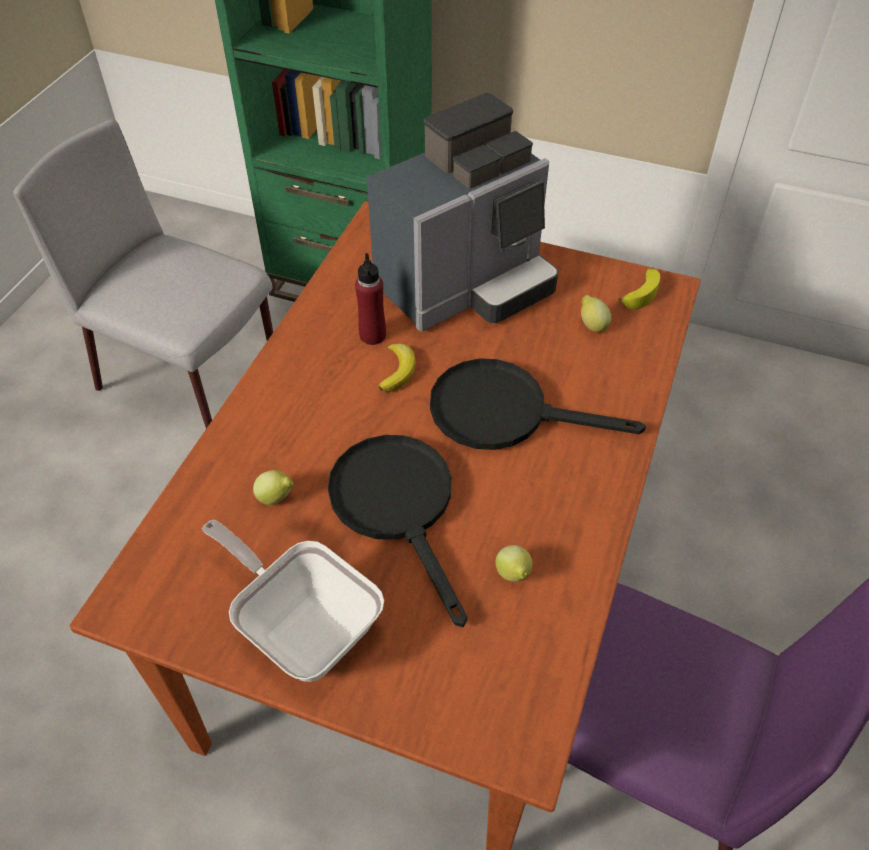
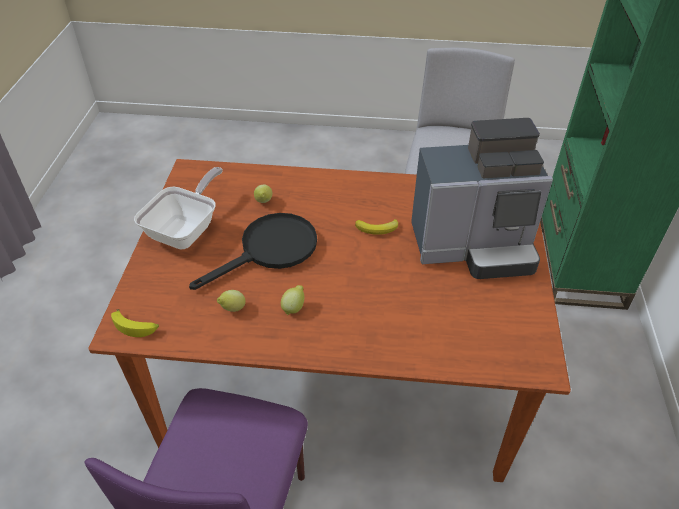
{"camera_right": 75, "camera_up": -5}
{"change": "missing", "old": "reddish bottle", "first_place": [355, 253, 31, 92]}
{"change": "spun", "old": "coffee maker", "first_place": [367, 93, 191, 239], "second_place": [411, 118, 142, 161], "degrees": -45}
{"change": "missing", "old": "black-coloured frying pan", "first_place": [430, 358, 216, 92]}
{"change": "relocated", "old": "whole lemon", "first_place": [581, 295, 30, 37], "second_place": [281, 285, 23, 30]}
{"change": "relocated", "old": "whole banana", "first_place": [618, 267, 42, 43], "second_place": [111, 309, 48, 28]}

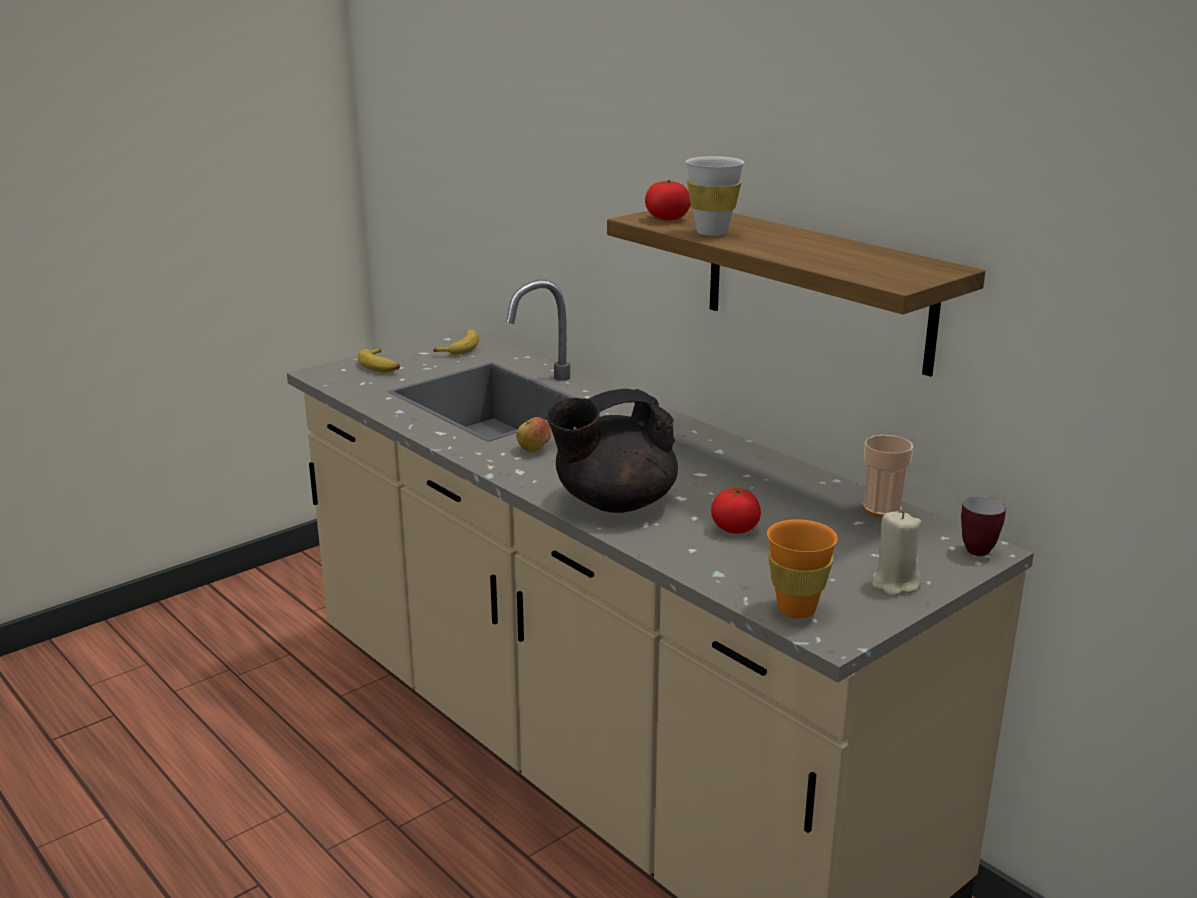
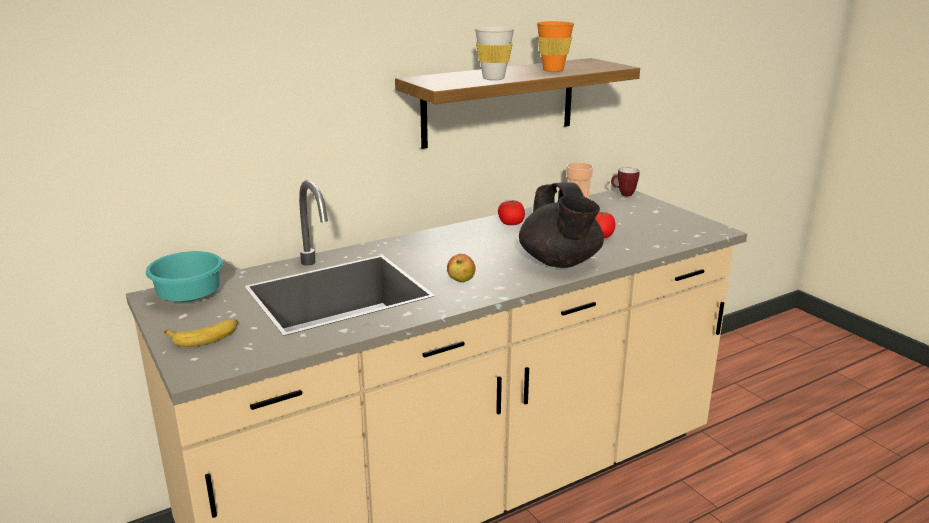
{"camera_right": -80, "camera_up": 0}
{"change": "exchanged", "old": "whole banana", "new": "turquoise-coloured deep dish", "first_place": [433, 330, 46, 25], "second_place": [146, 251, 77, 51]}
{"change": "relocated", "old": "whole tomato", "first_place": [645, 180, 46, 41], "second_place": [498, 200, 27, 25]}
{"change": "relocated", "old": "orangey small cup", "first_place": [767, 519, 71, 100], "second_place": [537, 21, 37, 51]}
{"change": "missing", "old": "beige-coloured candle", "first_place": [872, 512, 50, 84]}

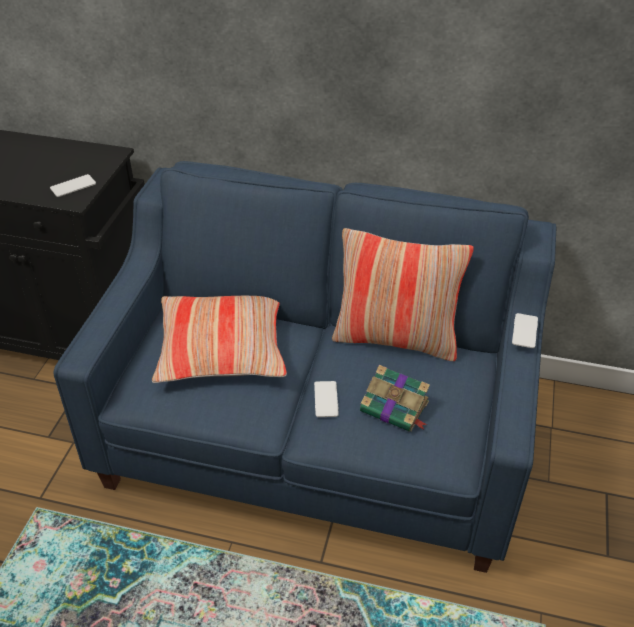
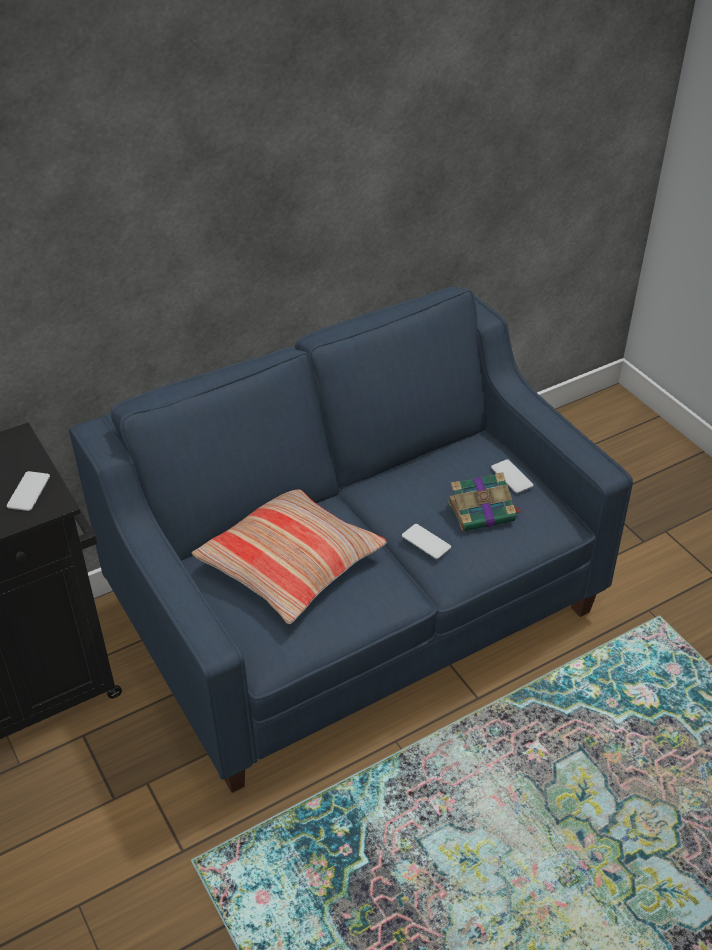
{"camera_right": -45, "camera_up": 0}
{"change": "missing", "old": "cushion", "first_place": [332, 228, 142, 133]}
{"change": "relocated", "old": "telephone", "first_place": [512, 313, 26, 35], "second_place": [491, 459, 43, 34]}

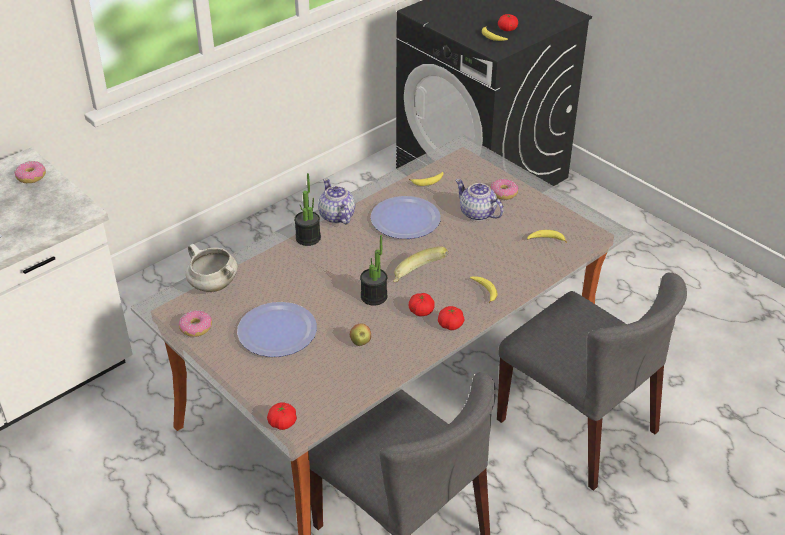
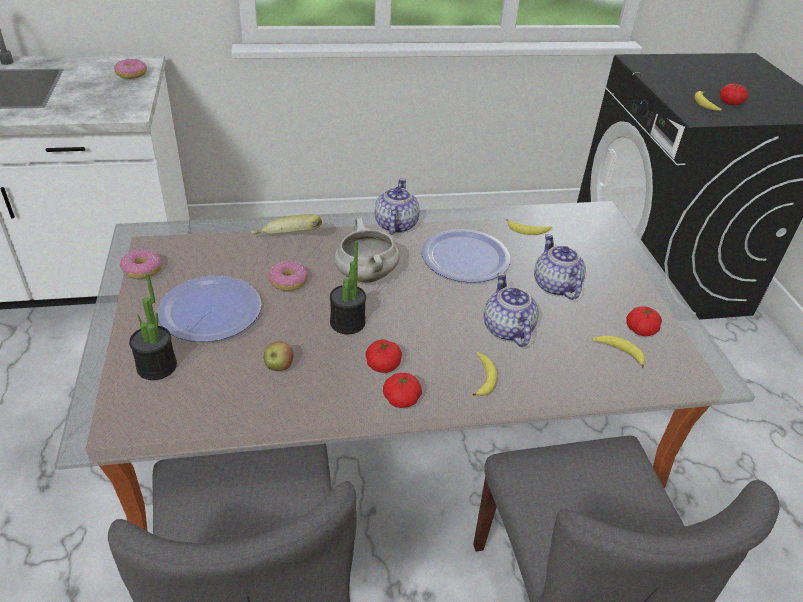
{"camera_right": 30, "camera_up": 0}
{"change": "relocated", "old": "white-coloured stockpot", "first_place": [186, 244, 52, 48], "second_place": [334, 218, 66, 65]}
{"change": "relocated", "old": "whole tomato", "first_place": [267, 402, 30, 28], "second_place": [626, 306, 36, 30]}
{"change": "relocated", "old": "houseplant", "first_place": [294, 173, 27, 73], "second_place": [129, 273, 48, 107]}
{"change": "relocated", "old": "whole banana", "first_place": [393, 246, 55, 36], "second_place": [251, 214, 71, 21]}
{"change": "relocated", "old": "ring doughnut", "first_place": [490, 179, 29, 21], "second_place": [269, 260, 39, 31]}
{"change": "appeared", "new": "teapot", "second_place": [484, 273, 55, 74]}

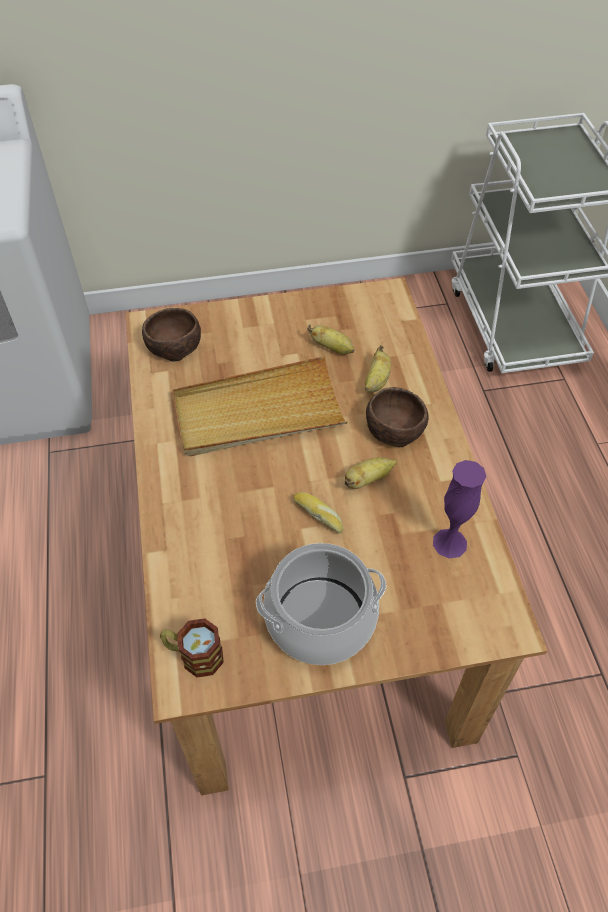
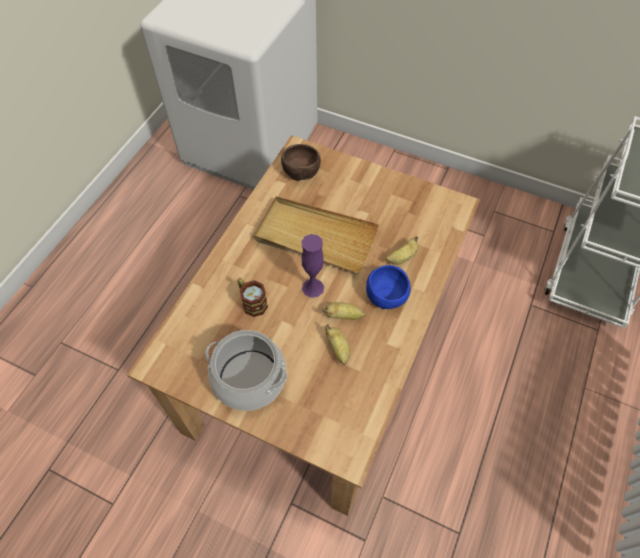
{"camera_right": 35, "camera_up": 5}
{"change": "relocated", "old": "tea mug", "first_place": [160, 618, 64, 60], "second_place": [237, 278, 31, 39]}
{"change": "missing", "old": "bread", "first_place": [294, 492, 49, 42]}
{"change": "relocated", "old": "whole banana", "first_place": [308, 325, 47, 30], "second_place": [325, 324, 25, 42]}
{"change": "colour", "old": "brown-coloured deep dish", "new": "blue-coloured deep dish", "first_place": [366, 387, 62, 60], "second_place": [366, 265, 45, 44]}
{"change": "relocated", "old": "purple-coloured vase", "first_place": [433, 460, 53, 98], "second_place": [301, 234, 23, 64]}

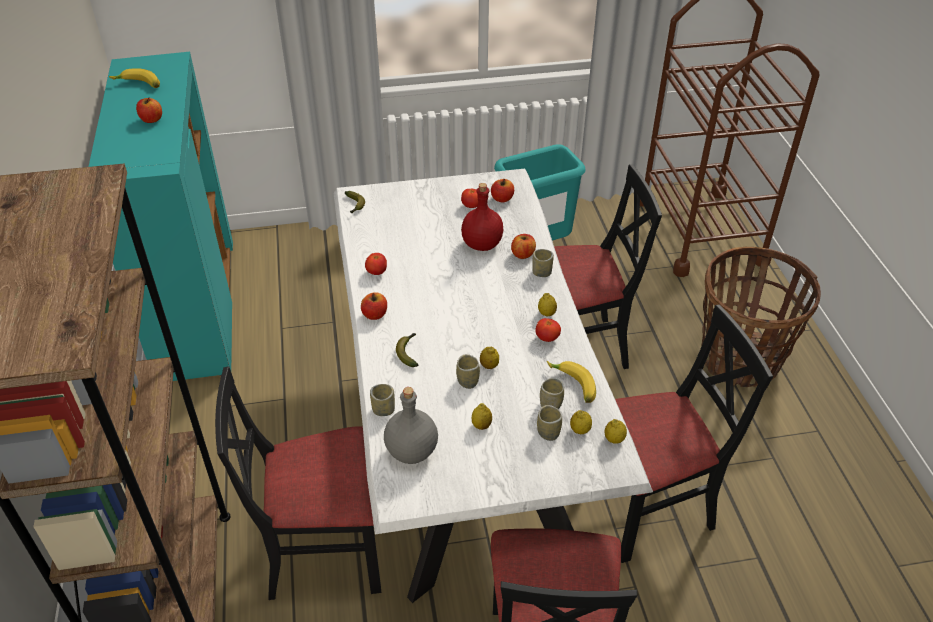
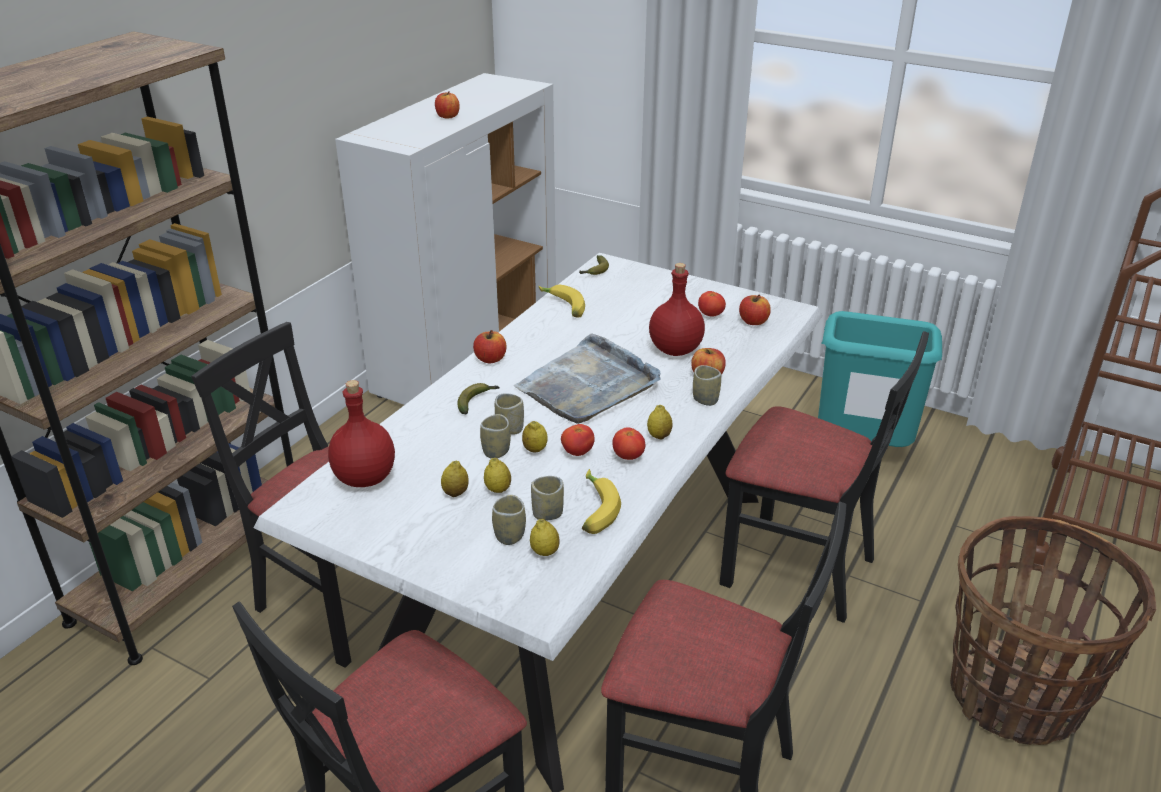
{"camera_right": 40, "camera_up": -10}
{"change": "colour", "old": "turquoise-coloured storage cabinet", "new": "white-coloured storage cabinet", "first_place": [89, 52, 144, 329], "second_place": [335, 73, 221, 332]}
{"change": "relocated", "old": "whole banana", "first_place": [109, 68, 51, 20], "second_place": [539, 285, 46, 32]}
{"change": "relocated", "old": "whole tomato", "first_place": [365, 253, 22, 22], "second_place": [561, 424, 34, 32]}
{"change": "relocated", "old": "small cup", "first_place": [370, 384, 25, 32], "second_place": [495, 393, 29, 42]}
{"change": "colour", "old": "grey bottle", "new": "reddish bottle", "first_place": [384, 387, 54, 77], "second_place": [328, 380, 67, 107]}
{"change": "relocated", "old": "whole lemon", "first_place": [605, 419, 22, 25], "second_place": [484, 458, 27, 35]}
{"change": "appeared", "new": "grey tray", "second_place": [514, 333, 147, 91]}

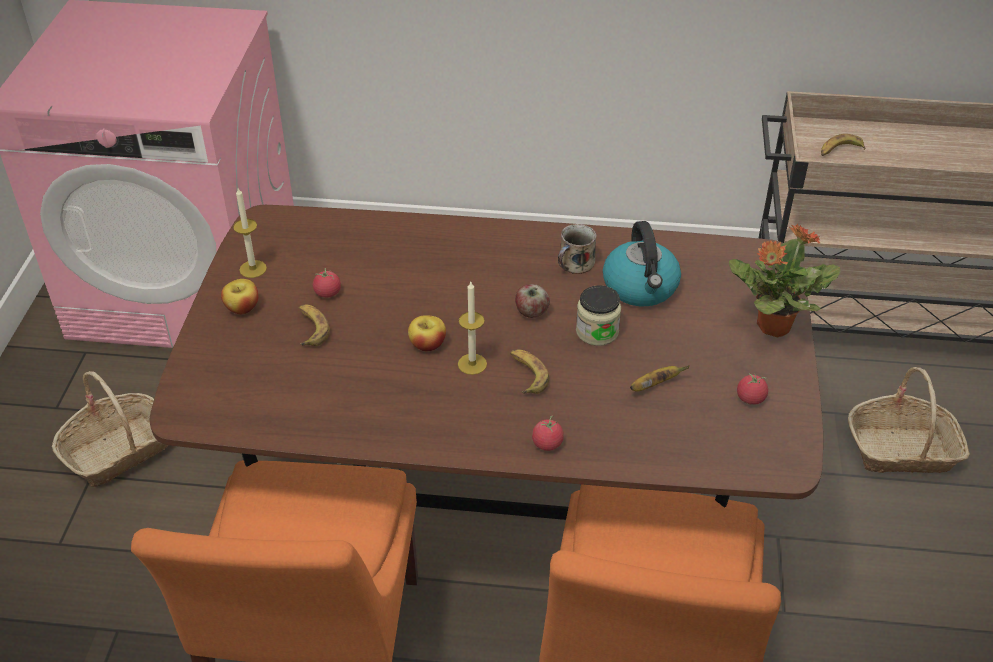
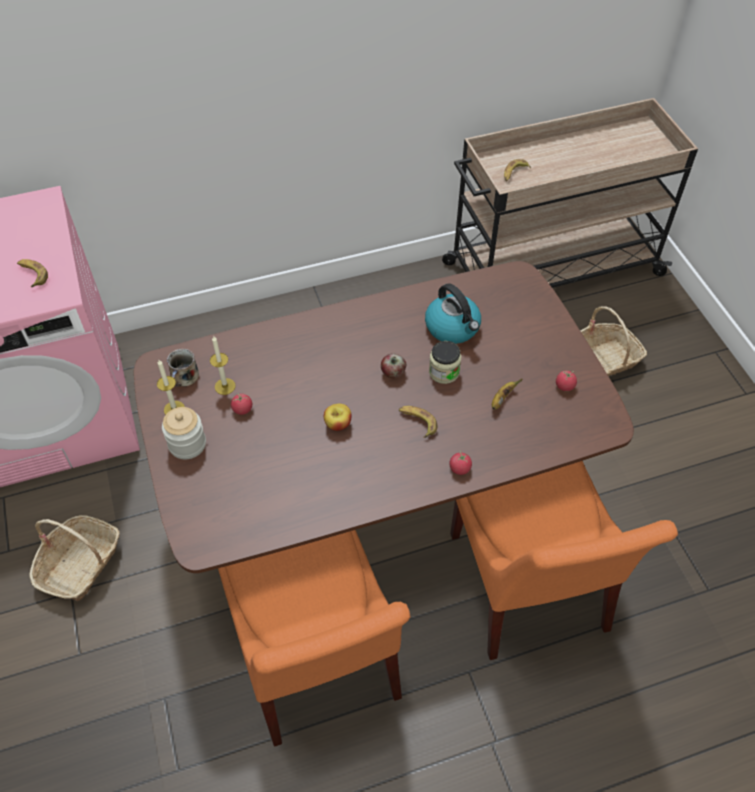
{"camera_right": -25, "camera_up": 10}
{"change": "exchanged", "old": "apple", "new": "preserve jar", "first_place": [221, 279, 37, 35], "second_place": [162, 407, 44, 52]}
{"change": "relocated", "old": "whole banana", "first_place": [299, 304, 31, 42], "second_place": [17, 259, 31, 28]}
{"change": "relocated", "old": "candle", "first_place": [458, 282, 29, 93], "second_place": [210, 336, 26, 59]}
{"change": "relocated", "old": "tea mug", "first_place": [558, 224, 39, 50], "second_place": [167, 349, 32, 38]}
{"change": "missing", "old": "houseplant", "first_place": [729, 223, 112, 114]}

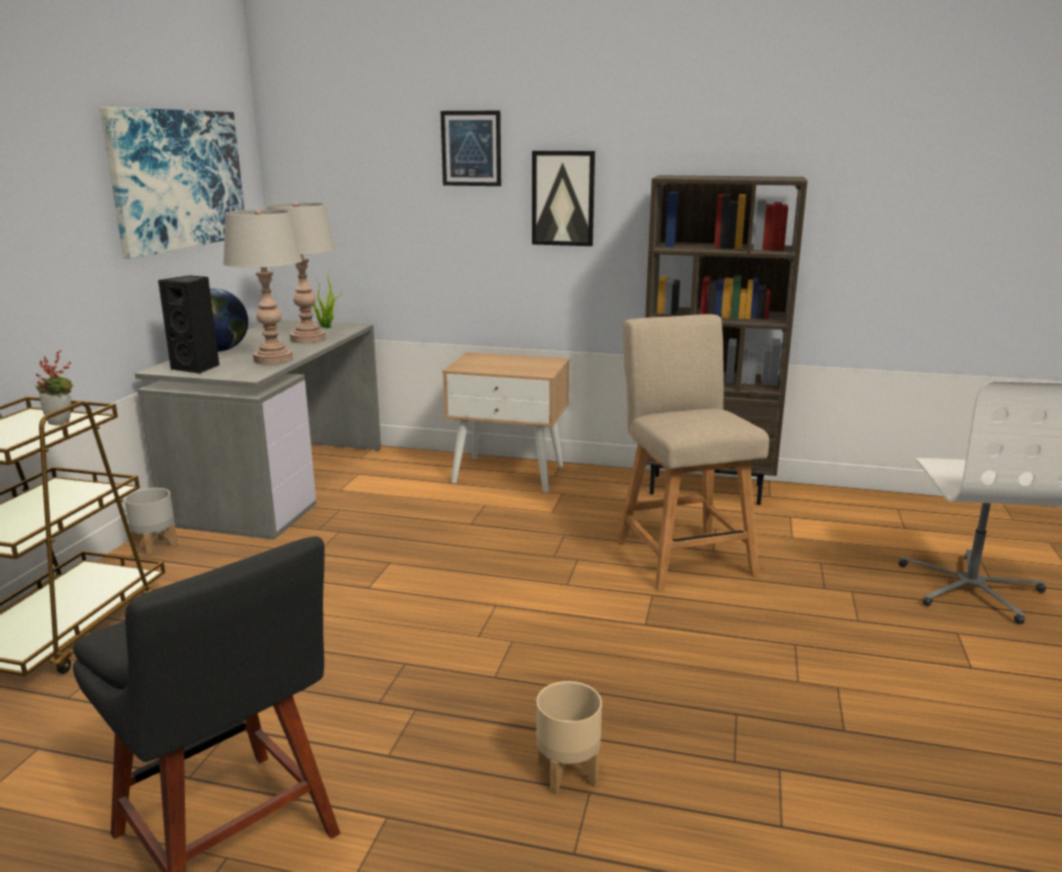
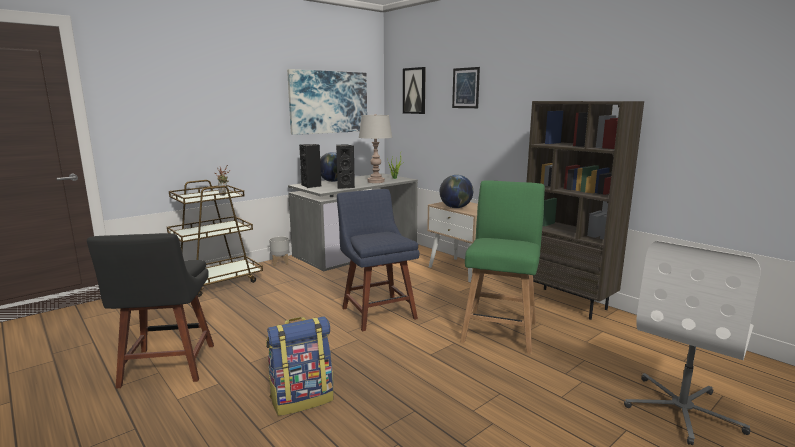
{"camera_right": 35, "camera_up": -5}
{"change": "exchanged", "old": "grey lamp for a table", "new": "black-coloured audio speaker", "first_place": [223, 209, 79, 156], "second_place": [336, 144, 19, 45]}
{"change": "relocated", "old": "wall picture", "first_place": [532, 151, 63, 95], "second_place": [403, 67, 23, 47]}
{"change": "exchanged", "old": "beige-coloured planter", "new": "knapsack", "first_place": [536, 681, 66, 114], "second_place": [266, 316, 68, 100]}
{"change": "colour", "old": "beige-coloured upright chair", "new": "green upright chair", "first_place": [617, 314, 152, 277], "second_place": [460, 180, 85, 174]}
{"change": "appeared", "new": "blue-coloured upright chair", "second_place": [337, 189, 83, 142]}
{"change": "appeared", "new": "desk globe", "second_place": [440, 175, 33, 33]}

